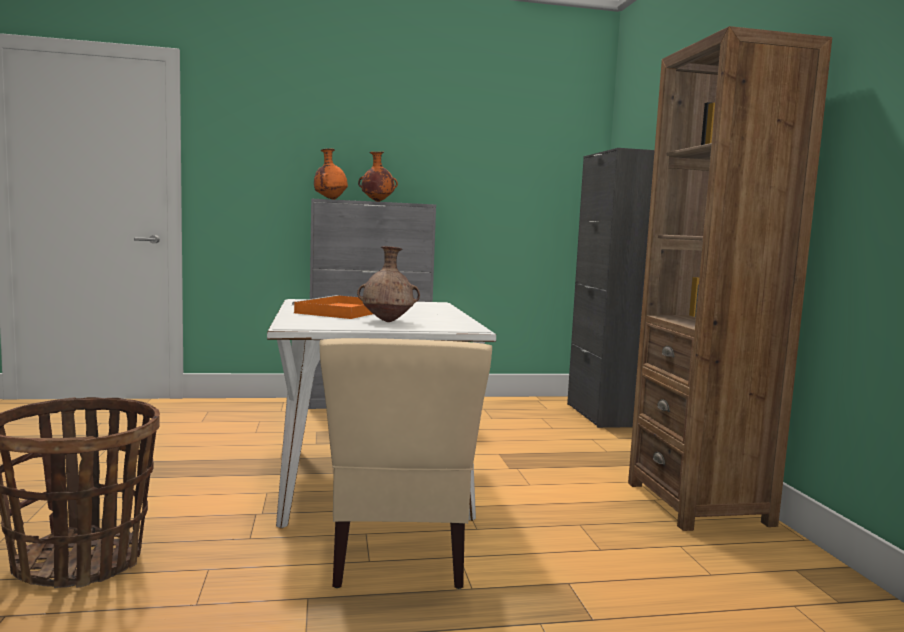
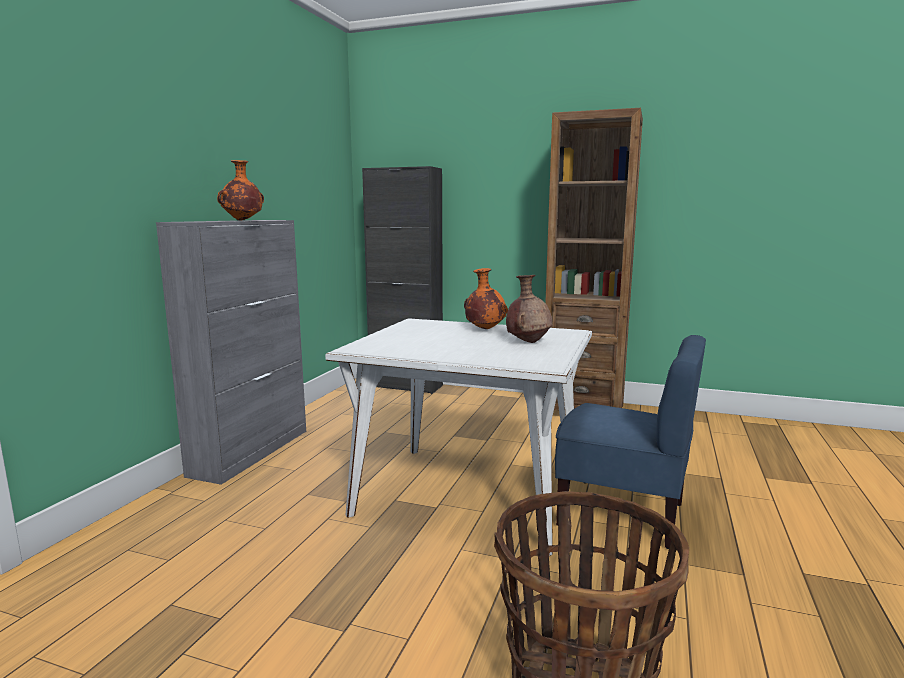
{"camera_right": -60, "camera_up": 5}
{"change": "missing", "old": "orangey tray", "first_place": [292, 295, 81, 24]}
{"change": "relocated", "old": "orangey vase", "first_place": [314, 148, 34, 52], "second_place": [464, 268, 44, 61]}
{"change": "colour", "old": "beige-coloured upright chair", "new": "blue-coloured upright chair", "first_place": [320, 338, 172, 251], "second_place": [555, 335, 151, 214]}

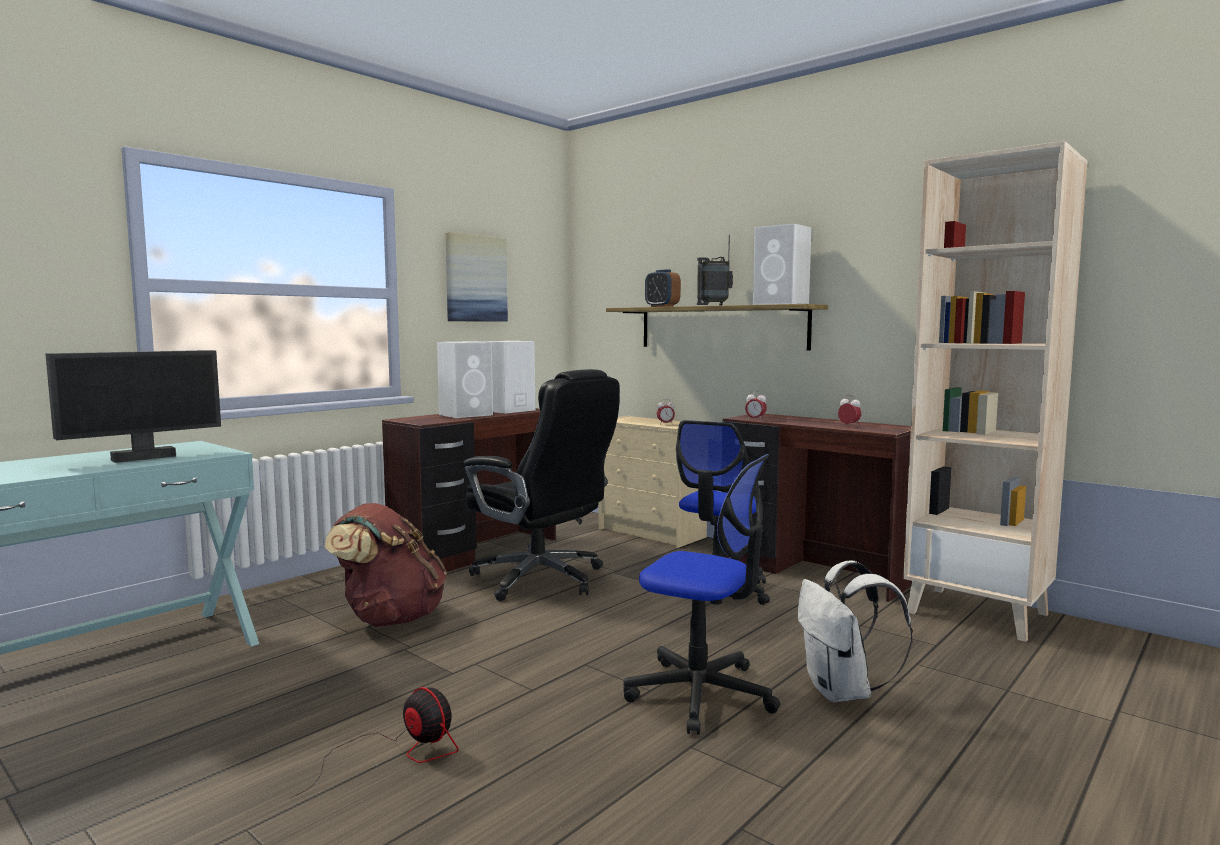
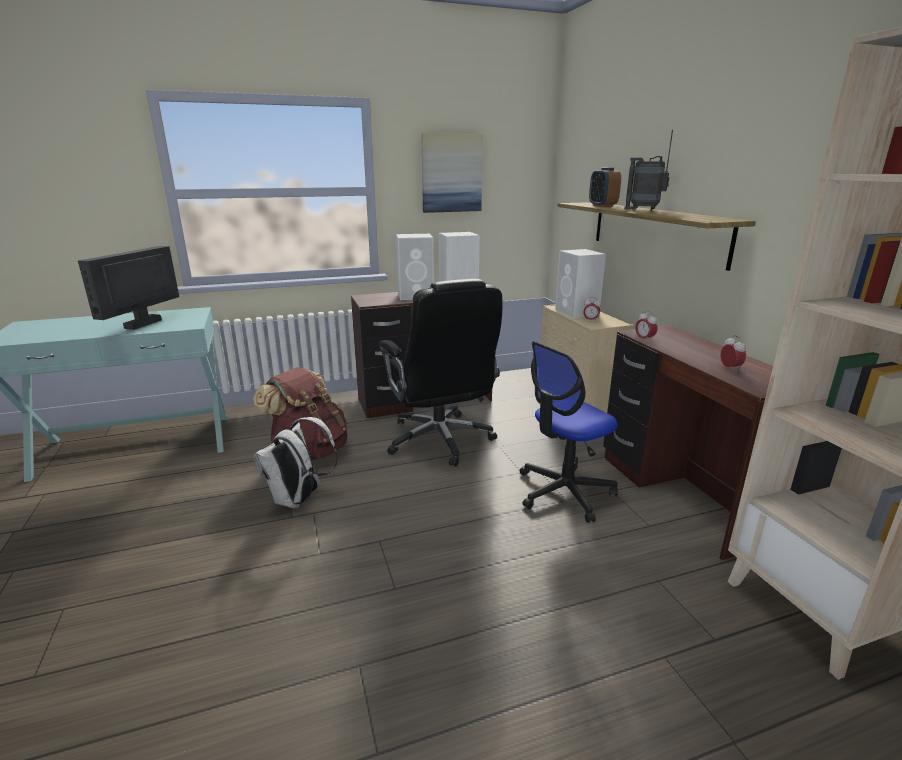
{"camera_right": 30, "camera_up": 15}
{"change": "spun", "old": "computer display", "first_place": [45, 350, 176, 113], "second_place": [78, 246, 101, 84], "degrees": 120}
{"change": "missing", "old": "electric fan", "first_place": [291, 687, 168, 111]}
{"change": "missing", "old": "computer chair", "first_place": [623, 454, 157, 281]}
{"change": "relocated", "old": "white-coloured audio speaker", "first_place": [753, 224, 59, 81], "second_place": [555, 249, 51, 69]}
{"change": "relocated", "old": "white-coloured knapsack", "first_place": [798, 560, 115, 142], "second_place": [254, 417, 84, 91]}

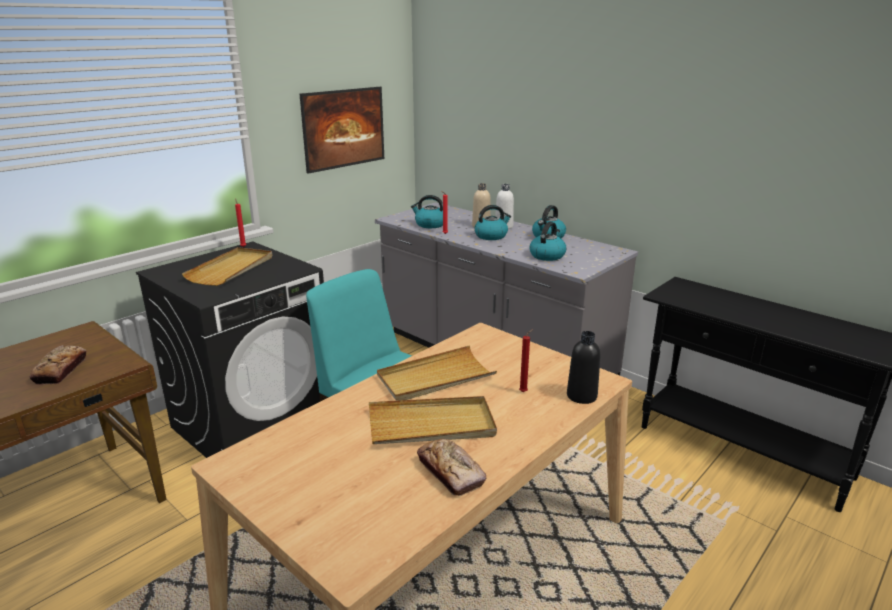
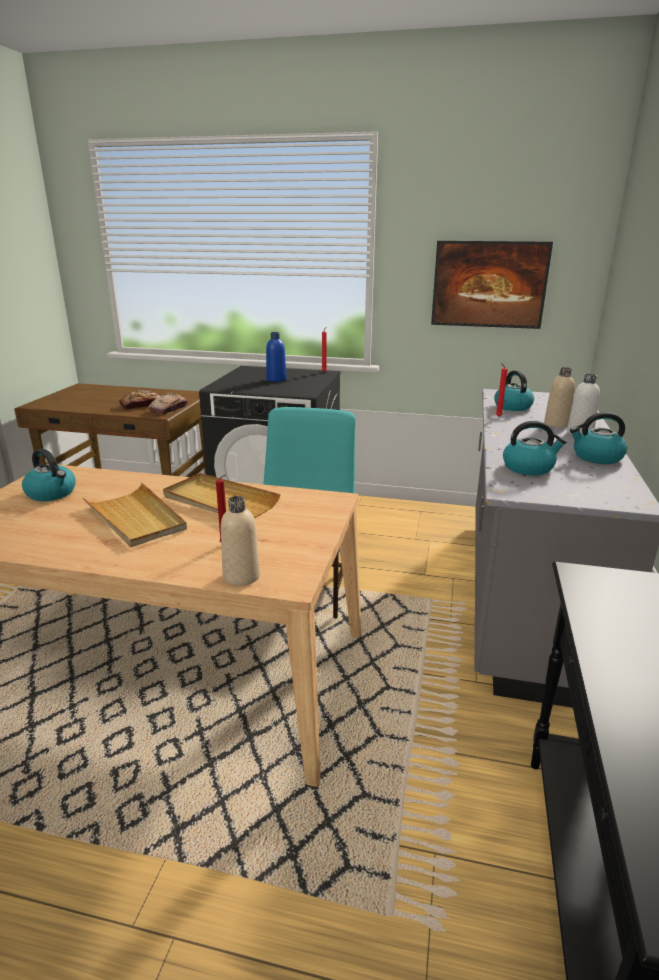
{"camera_right": 60, "camera_up": 0}
{"change": "exchanged", "old": "beige-coloured tray", "new": "blue-coloured bottle", "first_place": [182, 247, 90, 39], "second_place": [266, 332, 20, 50]}
{"change": "relocated", "old": "bread", "first_place": [417, 439, 69, 57], "second_place": [148, 393, 39, 22]}
{"change": "relocated", "old": "water kettle", "first_place": [475, 205, 36, 35], "second_place": [22, 449, 54, 52]}
{"change": "colour", "old": "black-coloured bottle", "new": "beige-coloured bottle", "first_place": [567, 331, 34, 73], "second_place": [221, 496, 39, 90]}

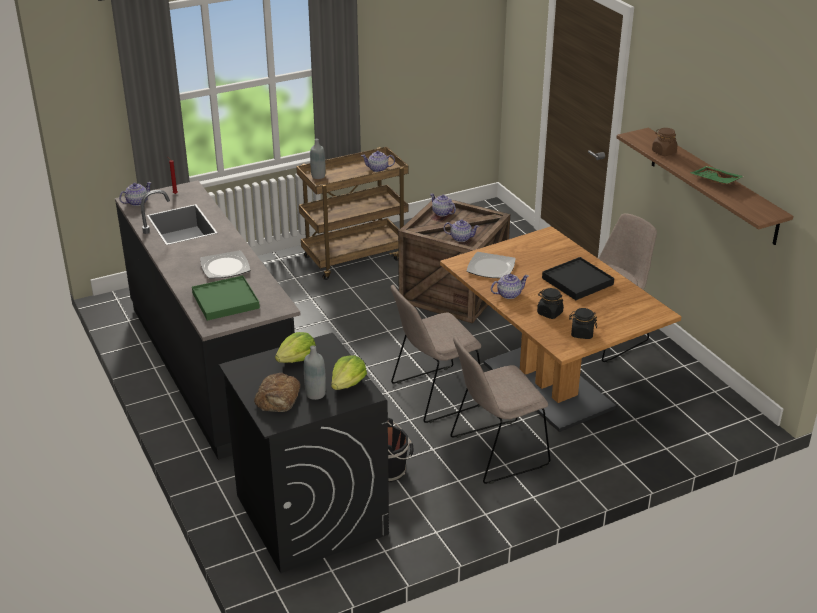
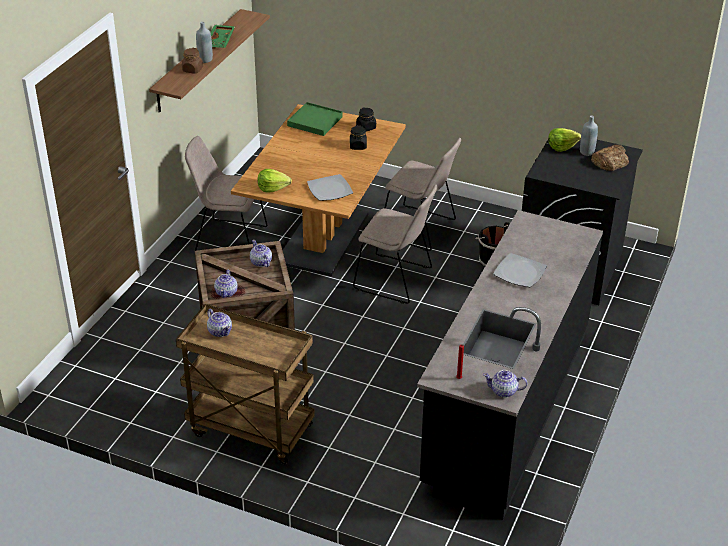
{"camera_right": -130, "camera_up": 5}
{"change": "relocated", "old": "green tray", "first_place": [192, 275, 68, 46], "second_place": [287, 102, 56, 34]}
{"change": "relocated", "old": "lettuce head", "first_place": [275, 332, 41, 31], "second_place": [258, 169, 34, 23]}
{"change": "relocated", "old": "grey bottle", "first_place": [310, 139, 16, 40], "second_place": [196, 22, 17, 41]}
{"change": "missing", "old": "teapot", "first_place": [491, 274, 38, 25]}
{"change": "missing", "old": "black-coloured tray", "first_place": [542, 257, 72, 43]}

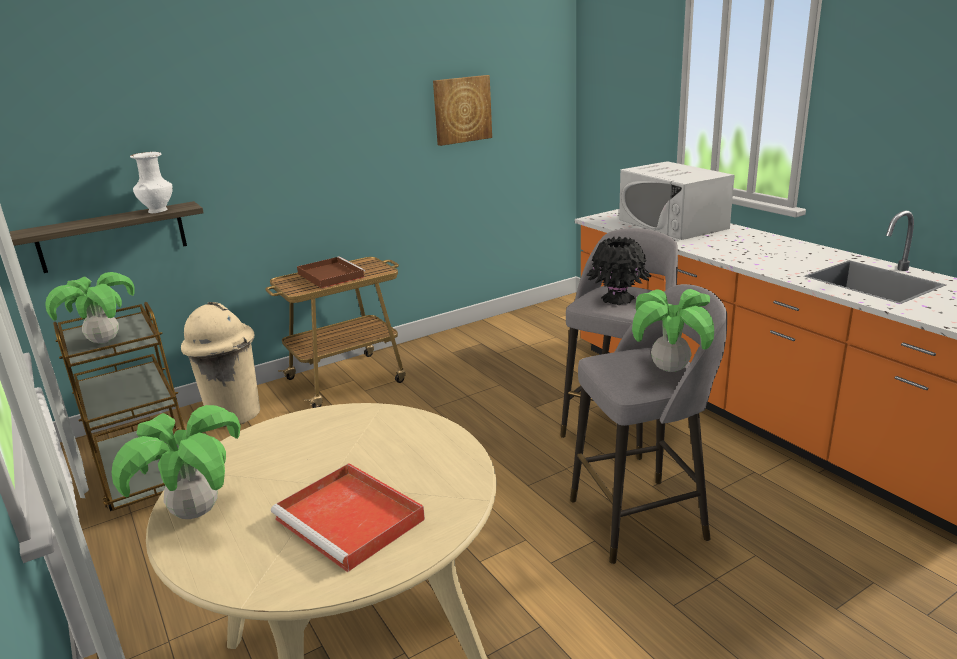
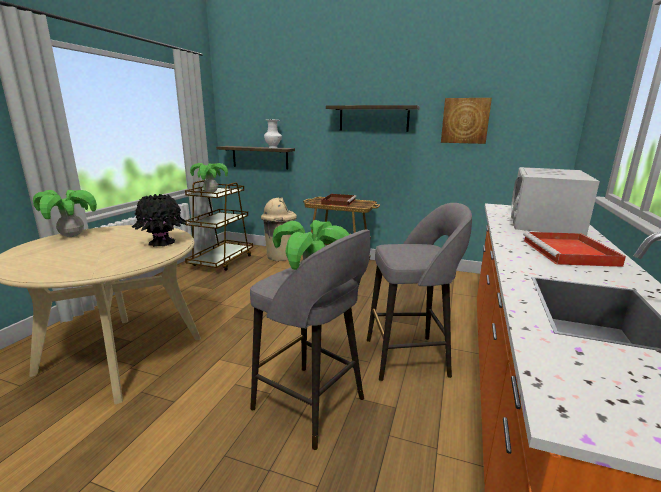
{"camera_right": 50, "camera_up": -5}
{"change": "relocated", "old": "reddish tray", "first_place": [271, 463, 154, 109], "second_place": [523, 232, 103, 35]}
{"change": "relocated", "old": "black-coloured vase", "first_place": [587, 237, 64, 68], "second_place": [132, 194, 55, 53]}
{"change": "appeared", "new": "shelf", "second_place": [326, 105, 94, 27]}

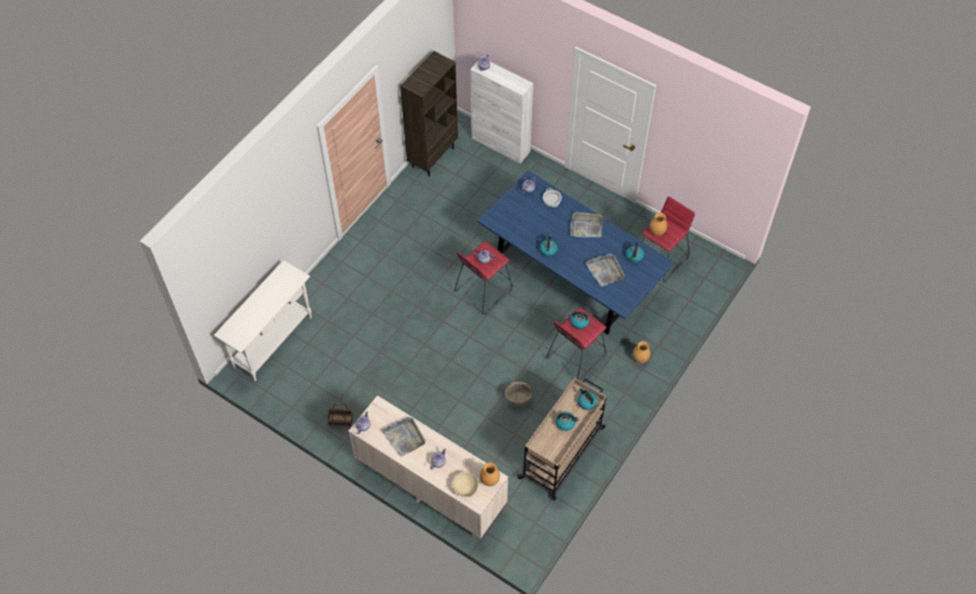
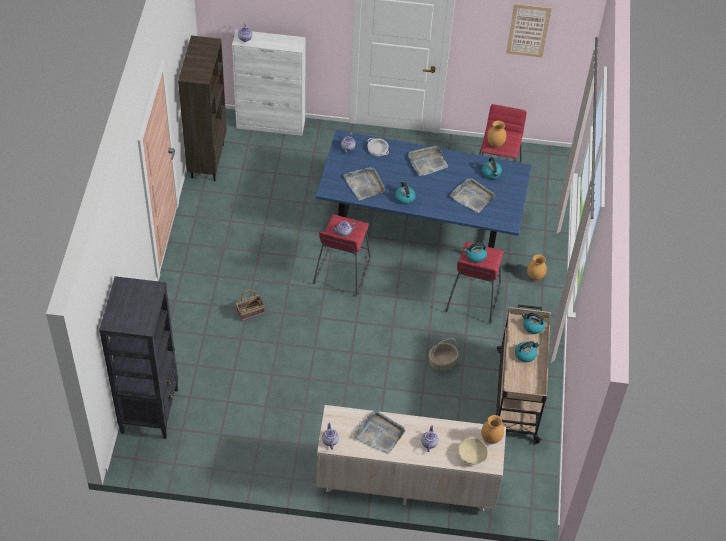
{"camera_right": -30, "camera_up": -5}
{"change": "exchanged", "old": "white-coloured console table", "new": "black-coloured shelving unit", "first_place": [214, 260, 98, 121], "second_place": [99, 276, 80, 163]}
{"change": "relocated", "old": "household basket", "first_place": [327, 403, 26, 24], "second_place": [236, 290, 29, 31]}
{"change": "appeared", "new": "grey tray", "second_place": [343, 167, 42, 33]}
{"change": "appeared", "new": "wall picture", "second_place": [506, 4, 46, 53]}

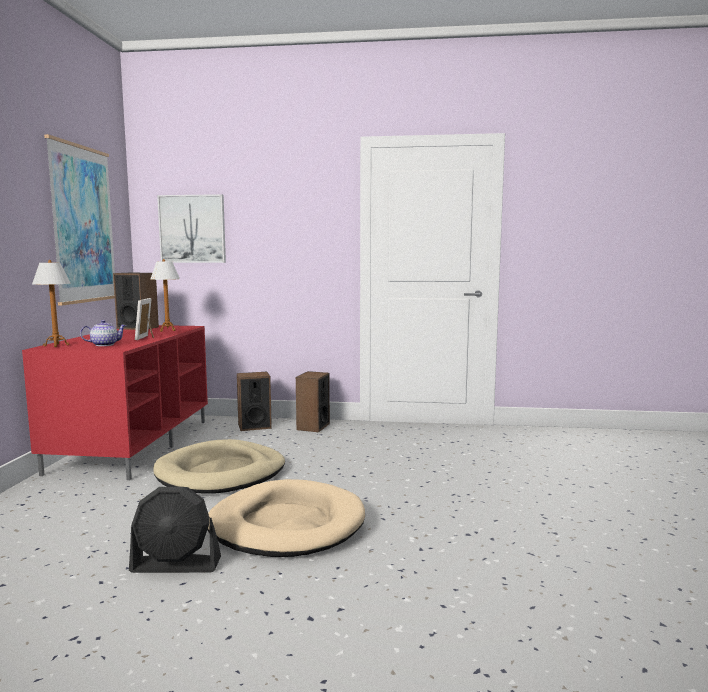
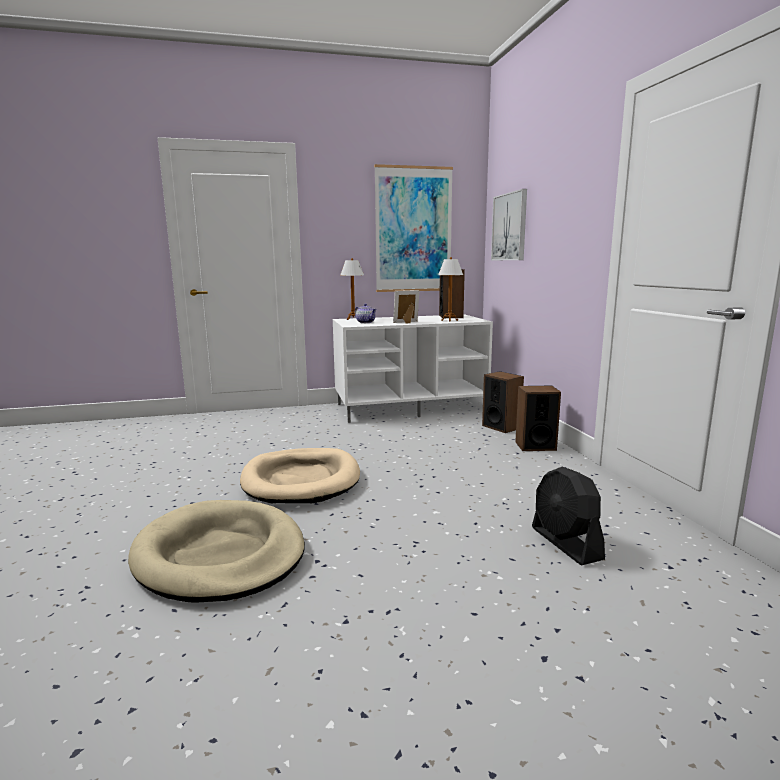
{"camera_right": 70, "camera_up": 5}
{"change": "colour", "old": "reddish tv stand", "new": "white-coloured tv stand", "first_place": [22, 325, 186, 155], "second_place": [333, 315, 160, 108]}
{"change": "relocated", "old": "black-coloured electric fan", "first_place": [129, 487, 92, 86], "second_place": [532, 466, 73, 99]}
{"change": "relocated", "old": "beige-coloured pet bed", "first_place": [153, 439, 132, 55], "second_place": [128, 500, 177, 103]}

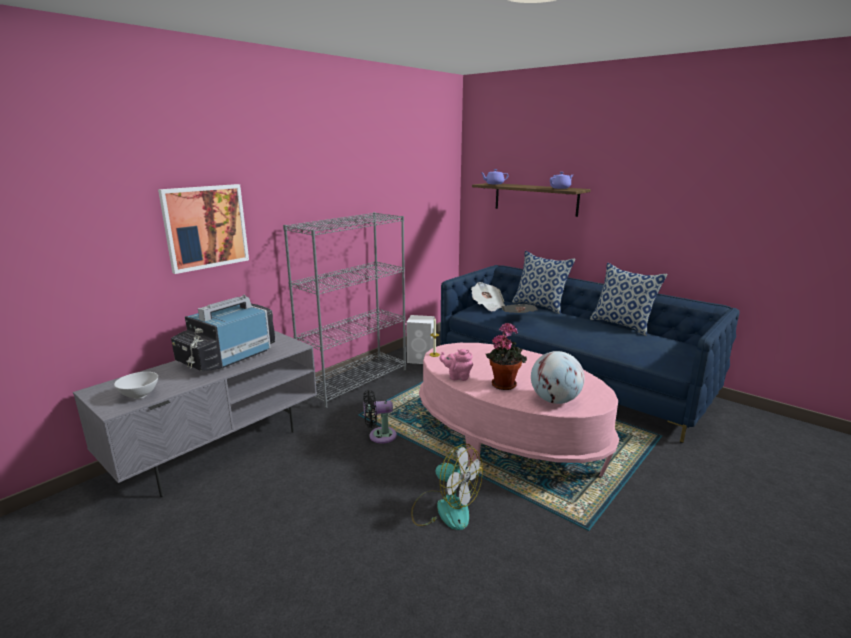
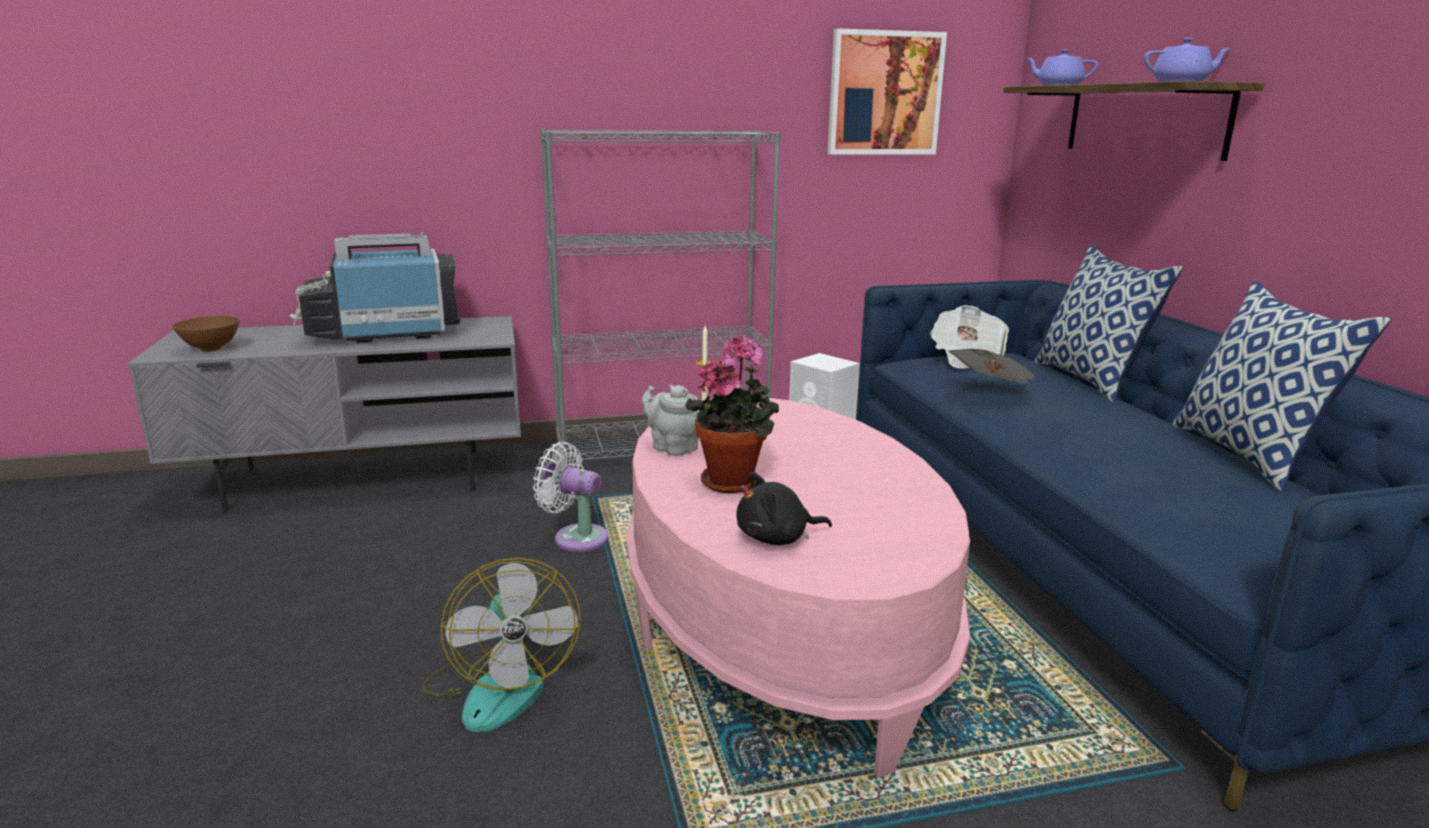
{"camera_right": 35, "camera_up": 0}
{"change": "colour", "old": "white-coloured deep dish", "new": "brown-coloured deep dish", "first_place": [114, 372, 44, 27], "second_place": [172, 316, 68, 36]}
{"change": "relocated", "old": "wall picture", "first_place": [158, 184, 91, 90], "second_place": [827, 28, 120, 127]}
{"change": "colour", "old": "black-coloured electric fan", "new": "white-coloured electric fan", "first_place": [363, 390, 34, 54], "second_place": [533, 442, 75, 110]}
{"change": "colour", "old": "pink teapot", "new": "grey teapot", "first_place": [440, 349, 33, 32], "second_place": [642, 385, 57, 71]}
{"change": "exchanged", "old": "desk globe", "new": "black-coloured plush toy", "first_place": [531, 351, 54, 53], "second_place": [736, 472, 96, 73]}

